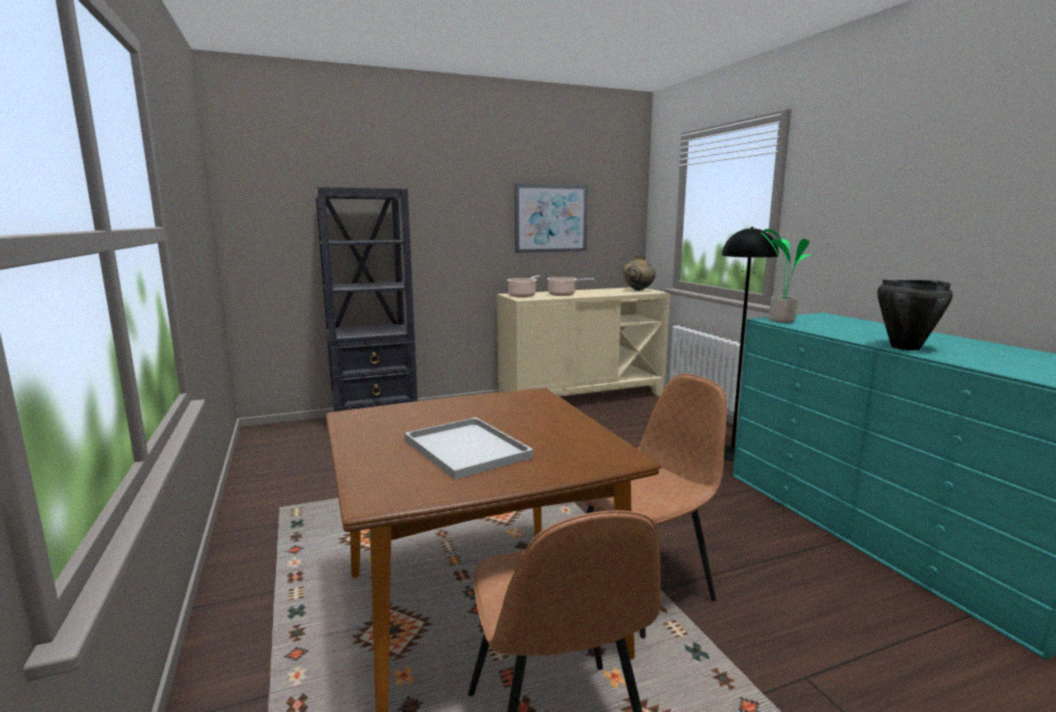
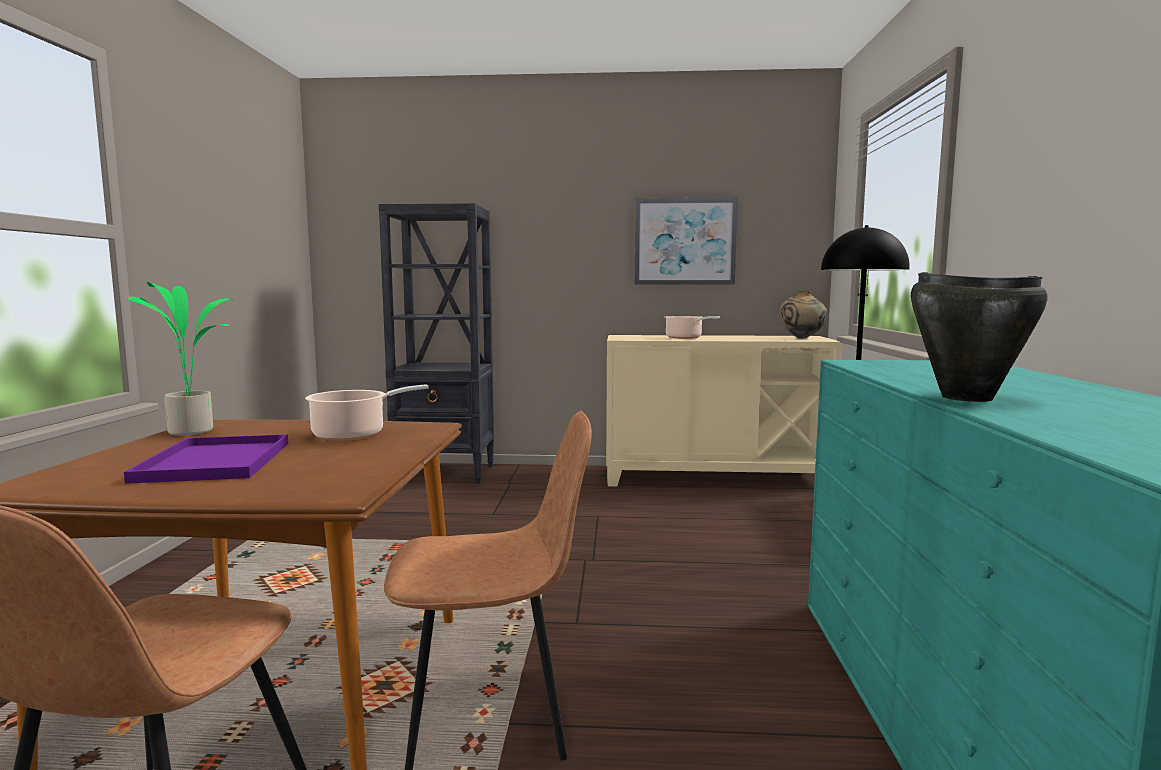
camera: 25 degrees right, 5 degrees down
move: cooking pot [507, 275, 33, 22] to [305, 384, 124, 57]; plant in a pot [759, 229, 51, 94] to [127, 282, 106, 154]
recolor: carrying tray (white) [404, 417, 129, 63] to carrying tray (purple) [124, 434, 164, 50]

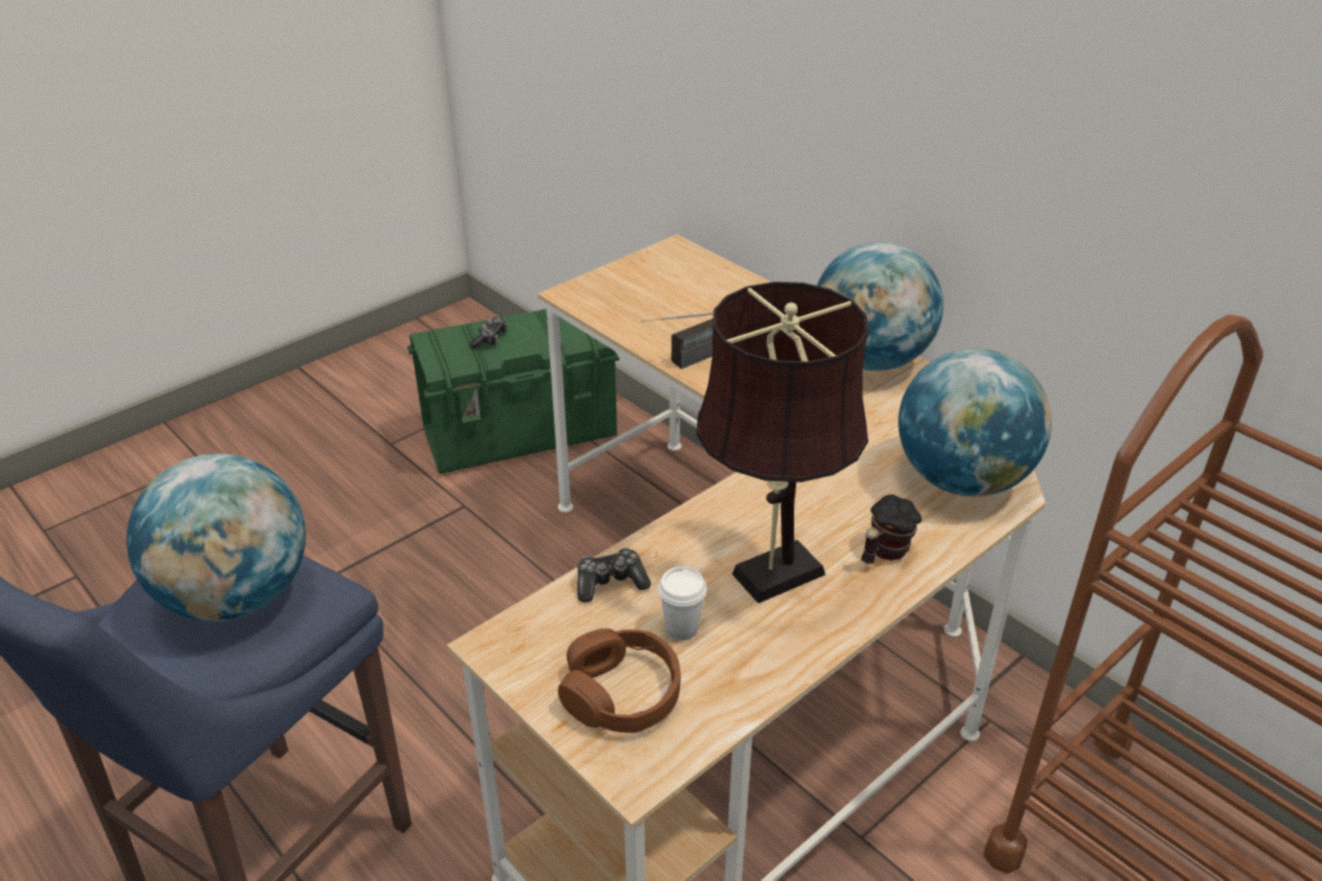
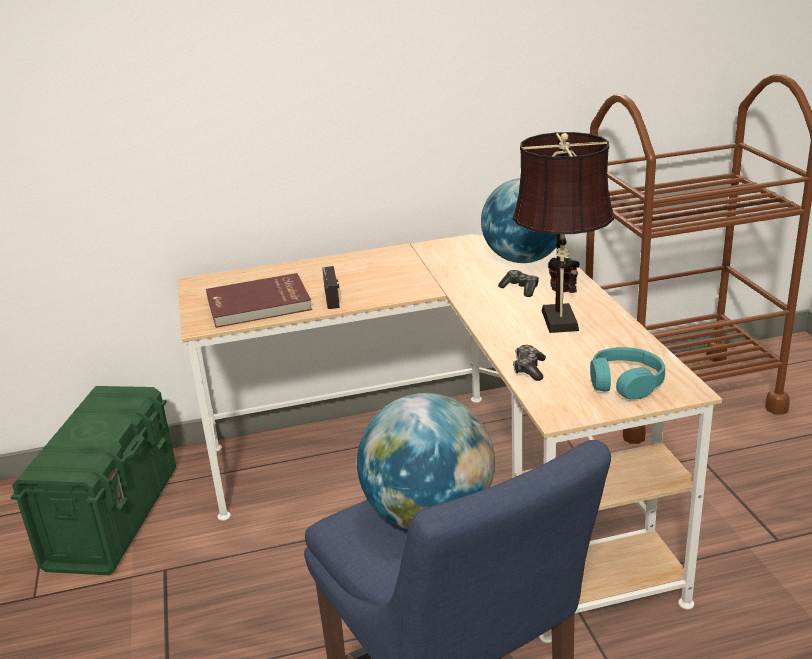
camera: 60 degrees left, 10 degrees down
delete: small cup (white) [658, 566, 49, 74]; globe [817, 241, 127, 130]
insert: book (red) [206, 273, 106, 55]
move: joypad [469, 317, 39, 32] to [498, 270, 41, 27]
recolor: headset (brownish) [558, 628, 123, 105] to headset (blue-green) [590, 347, 75, 53]

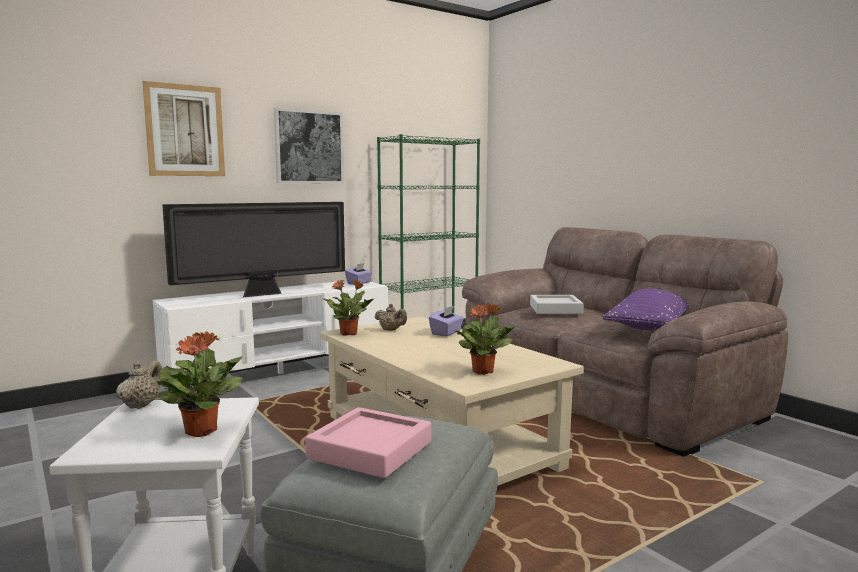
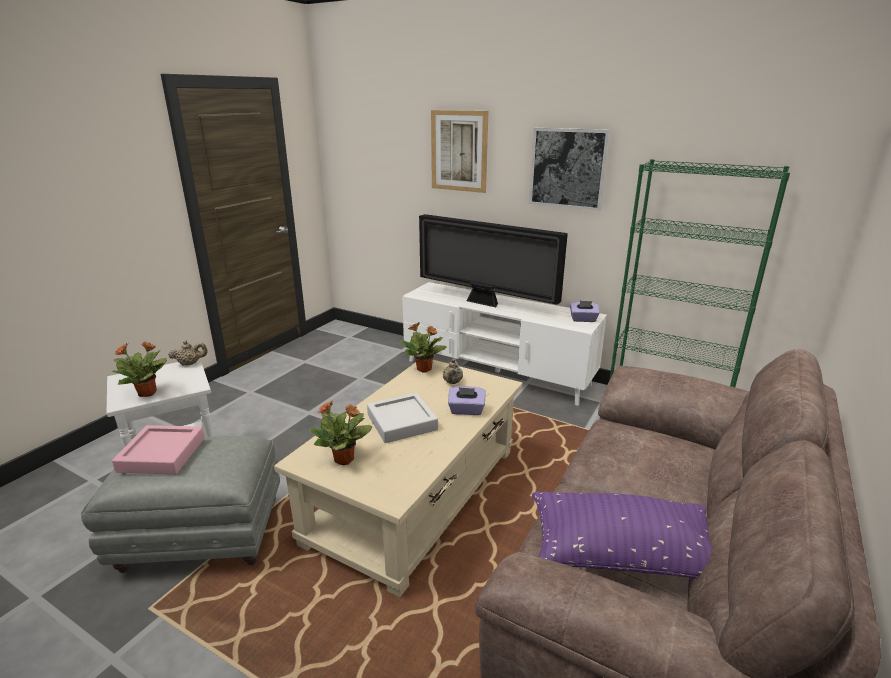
camera: 65 degrees right, 15 degrees up
move: carrying tray (grey) [530, 295, 54, 19] to [367, 393, 71, 50]

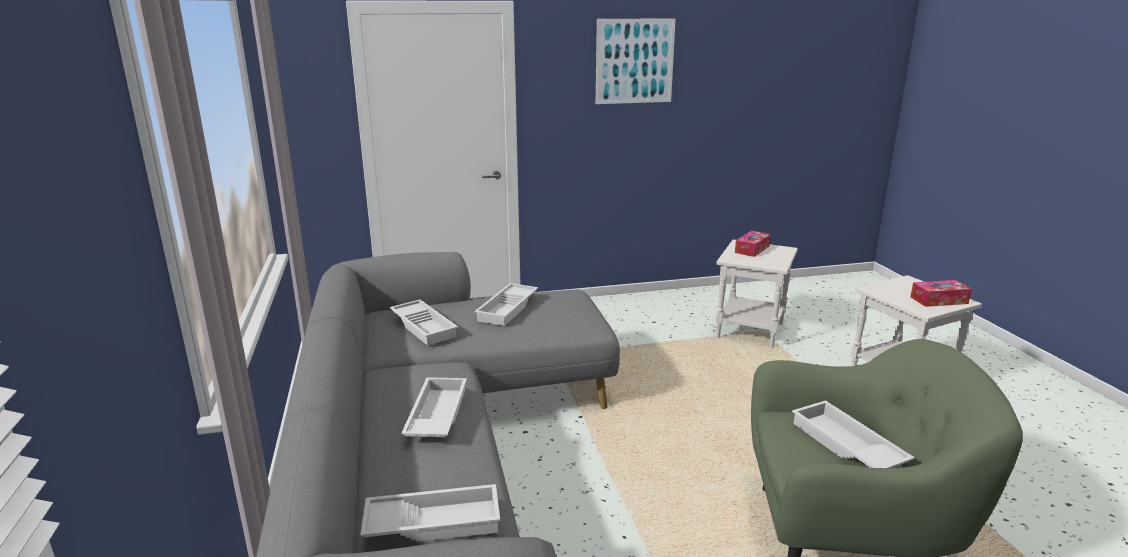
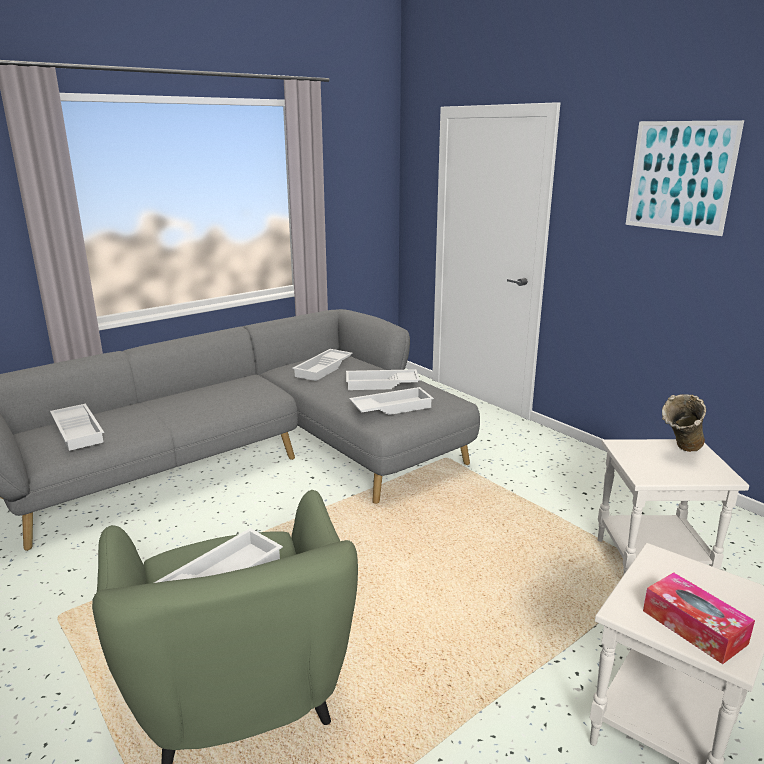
camera: 65 degrees right, 0 degrees up
move: carrying tray (white) [401, 377, 66, 60] to [349, 387, 85, 28]
replace: tissue holder [735, 231, 36, 26] to flower vase (beige-coloured) [662, 394, 44, 58]

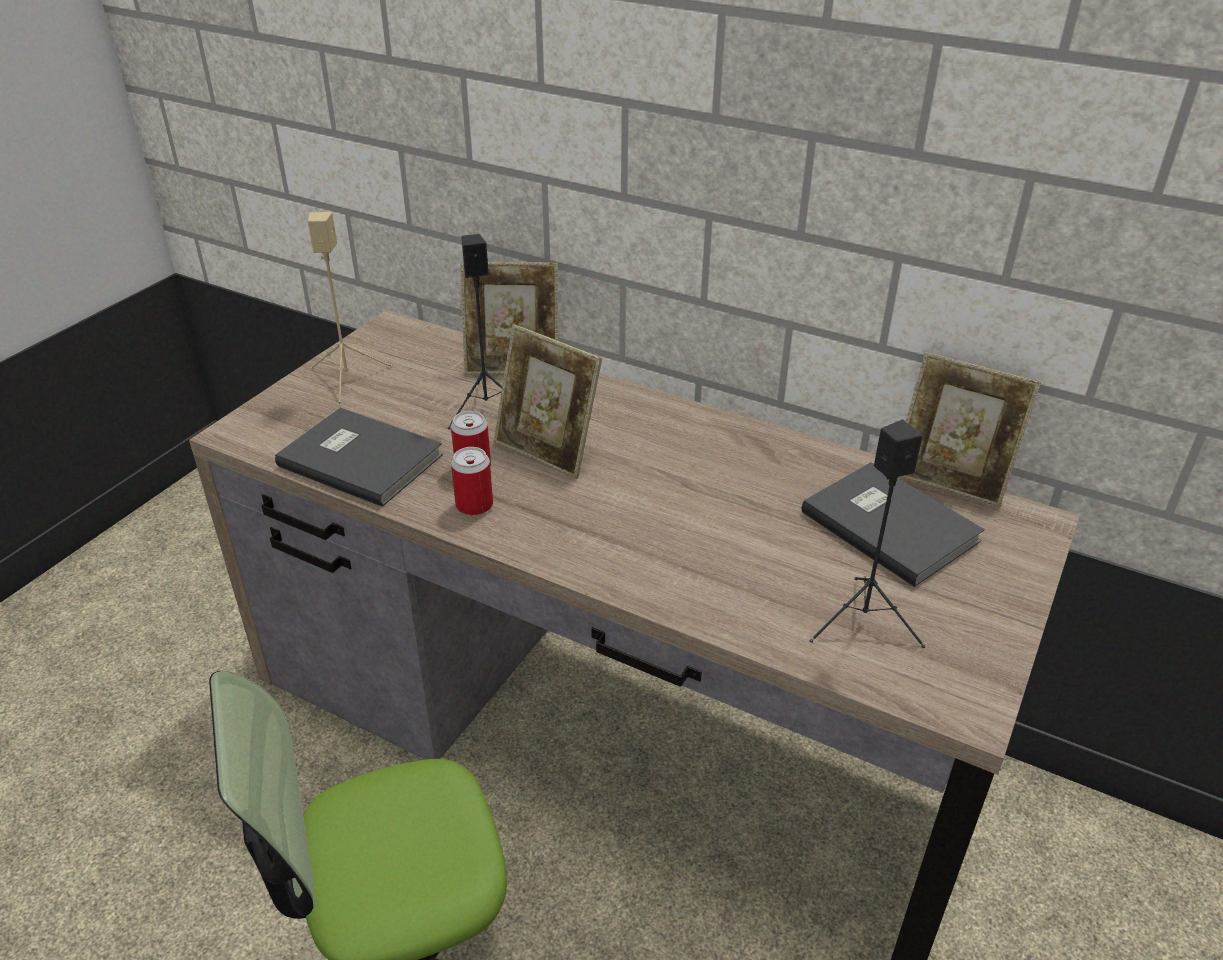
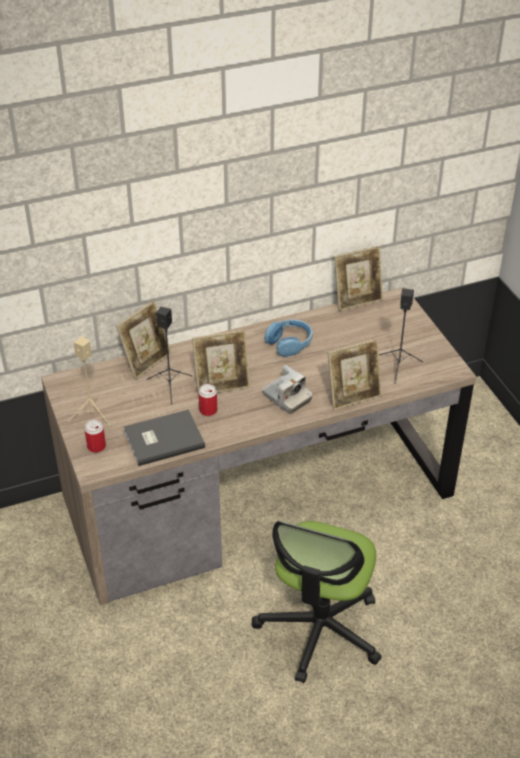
camera: 50 degrees left, 5 degrees up
delete: book (grey) [801, 462, 184, 125]
insert: photo camera [262, 365, 50, 49]; headset (bluish) [264, 319, 49, 38]; picture frame [328, 339, 54, 71]
move: sealed can [451, 447, 42, 68] to [84, 420, 22, 33]

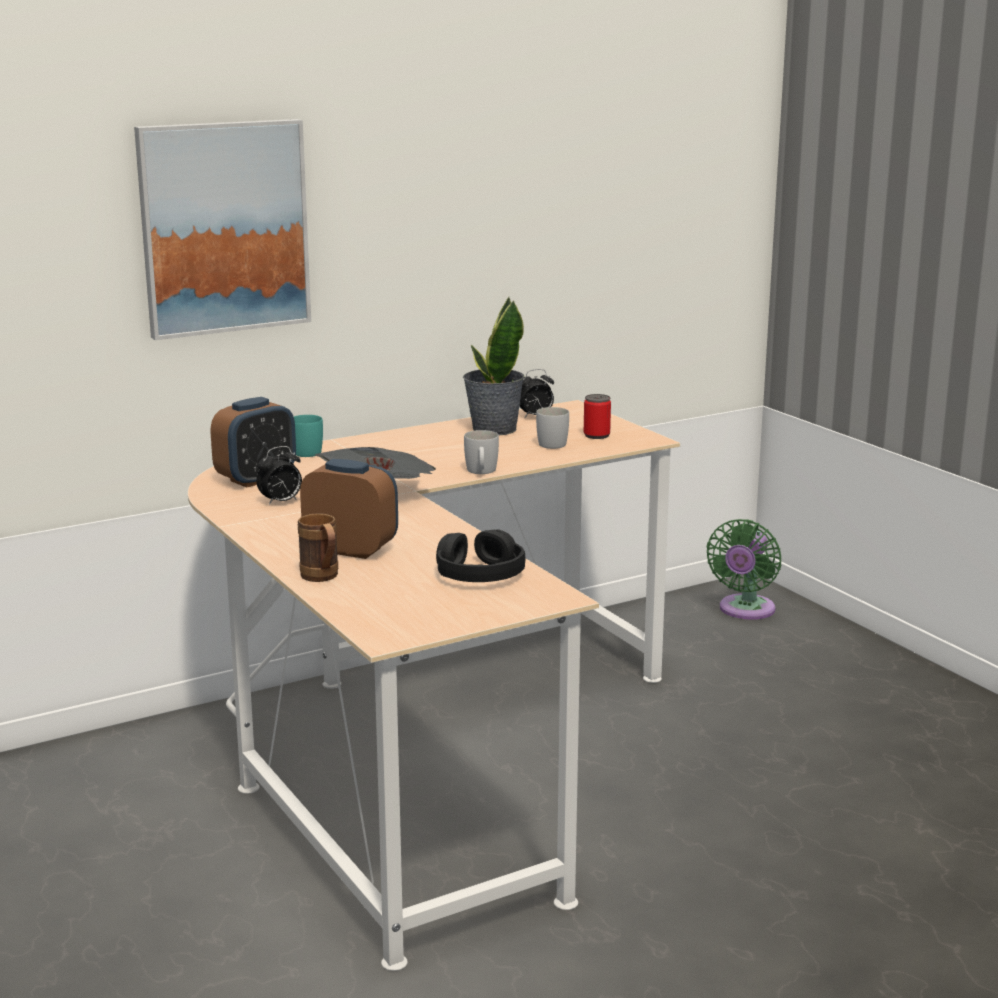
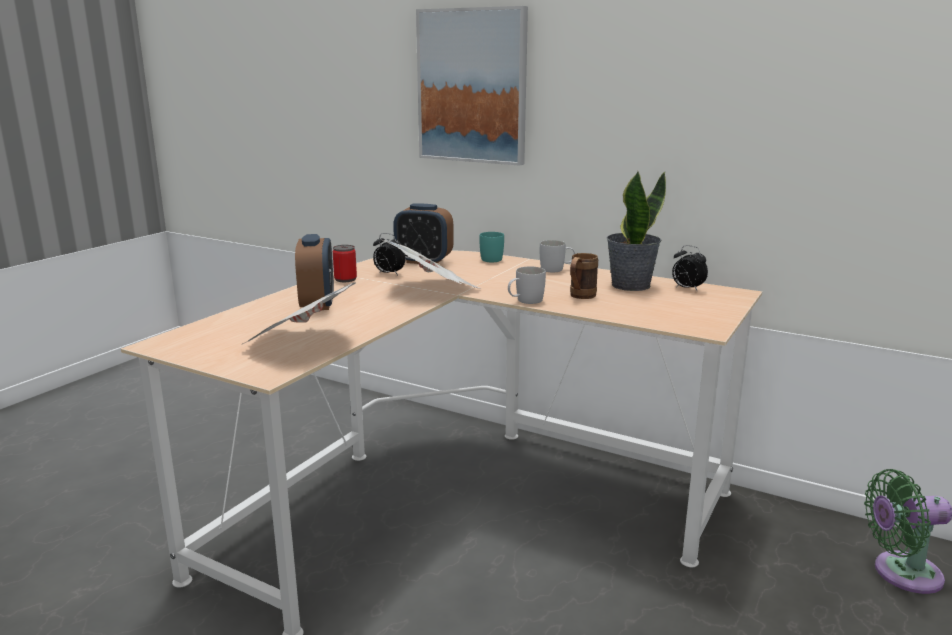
camera: 60 degrees right, 0 degrees up
move: tea mug (brownish) [298, 513, 40, 69] to [570, 253, 28, 46]; tea mug (white) [536, 407, 33, 42] to [540, 240, 35, 32]; sealed can [584, 394, 27, 45] to [333, 245, 24, 37]
replace: headset (black-coloured) [436, 529, 90, 53] to newspaper [243, 282, 113, 62]

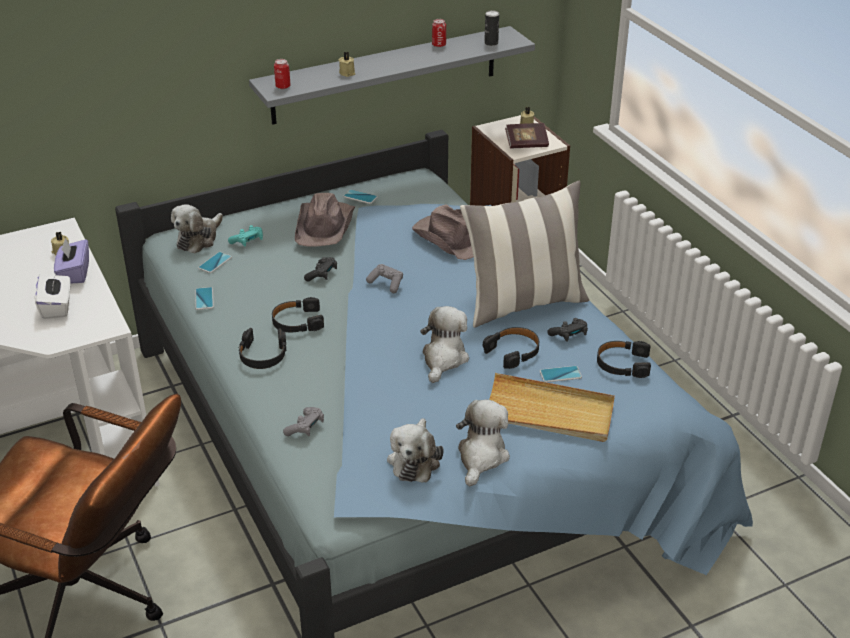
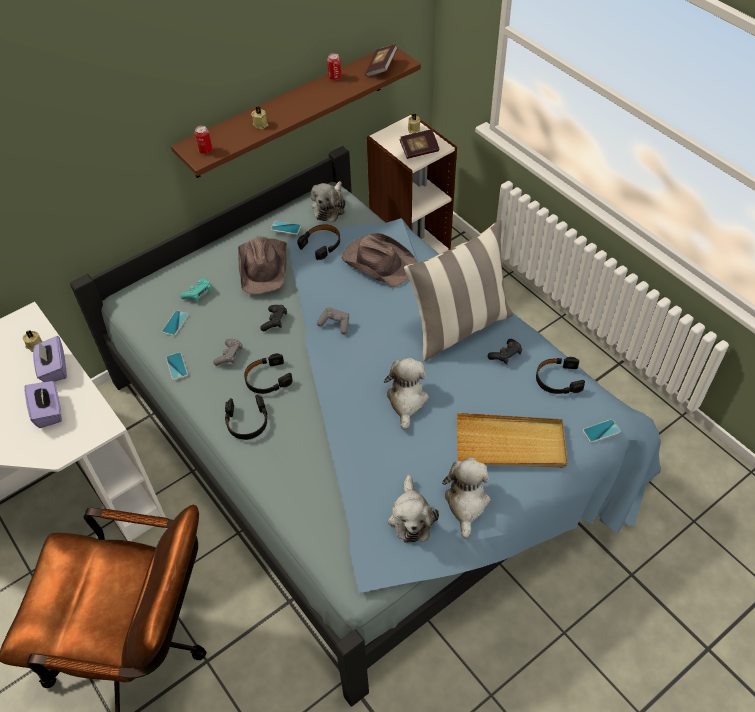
camera: 10 degrees left, 15 degrees up
move: cuddly toy [171, 204, 52, 50] to [311, 181, 35, 41]; joypad (grey) [283, 407, 41, 29] to [213, 339, 30, 27]; headset (black-coloured) [483, 327, 56, 42] to [297, 224, 43, 36]; phone [540, 366, 42, 16] to [583, 419, 38, 24]
replace: sealed can [484, 10, 15, 36] to book [365, 44, 33, 33]
recolor: tissue holder (white) [35, 270, 36, 49] to tissue holder (purple) [24, 381, 38, 47]; wall shelf (grey) [249, 26, 286, 99] to wall shelf (brownish) [171, 44, 250, 134]

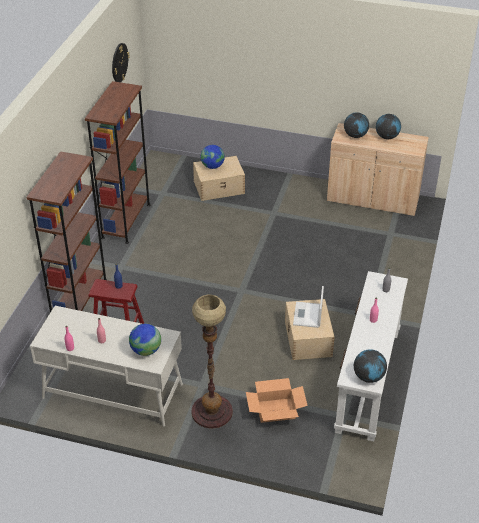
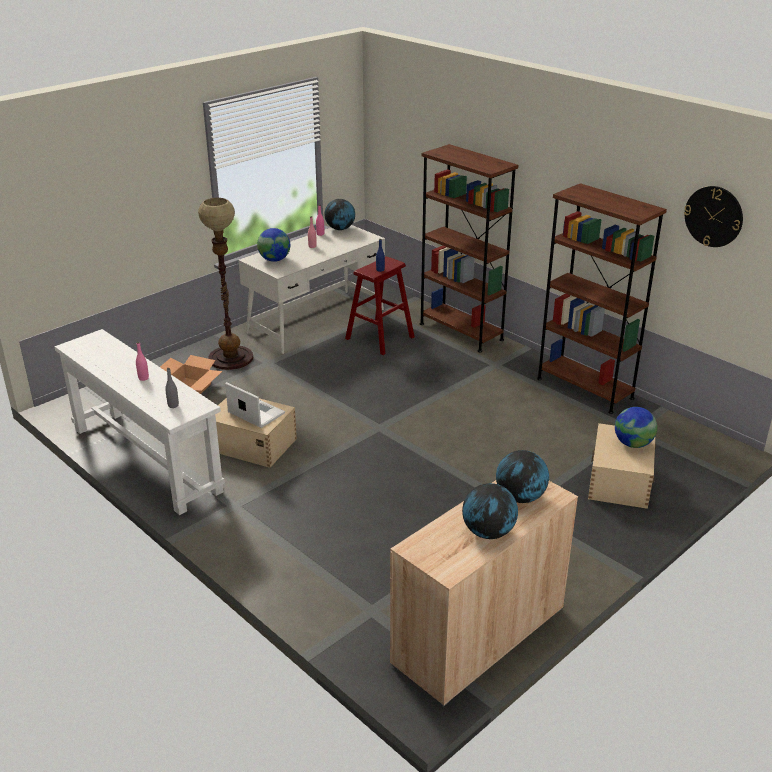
camera: 120 degrees right, 10 degrees down
move: globe [354, 349, 33, 34] to [324, 199, 31, 31]

